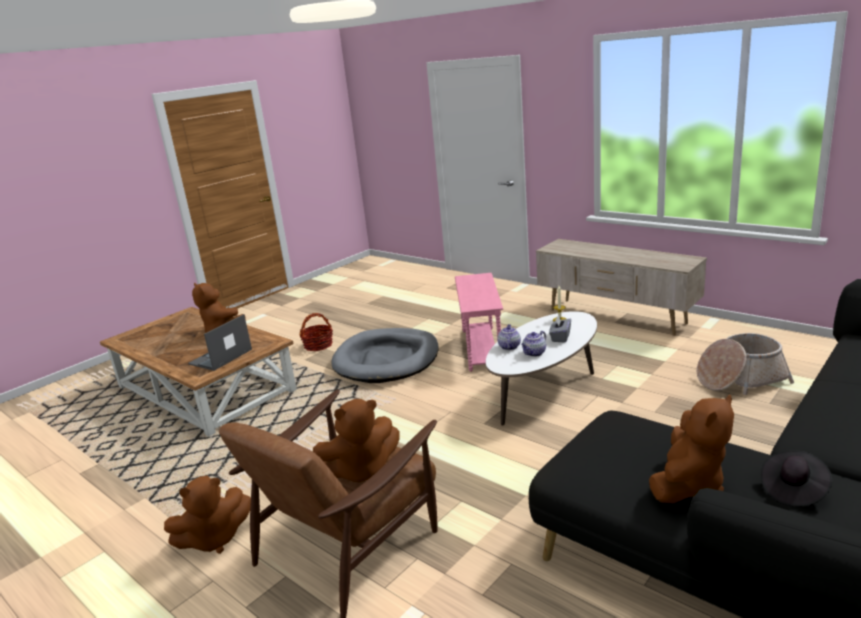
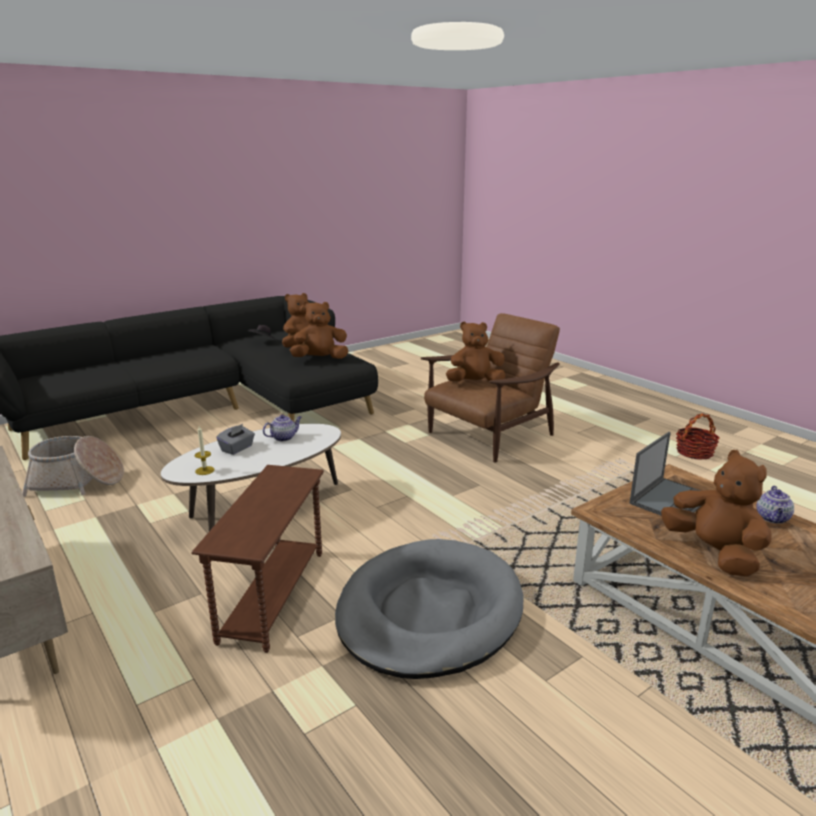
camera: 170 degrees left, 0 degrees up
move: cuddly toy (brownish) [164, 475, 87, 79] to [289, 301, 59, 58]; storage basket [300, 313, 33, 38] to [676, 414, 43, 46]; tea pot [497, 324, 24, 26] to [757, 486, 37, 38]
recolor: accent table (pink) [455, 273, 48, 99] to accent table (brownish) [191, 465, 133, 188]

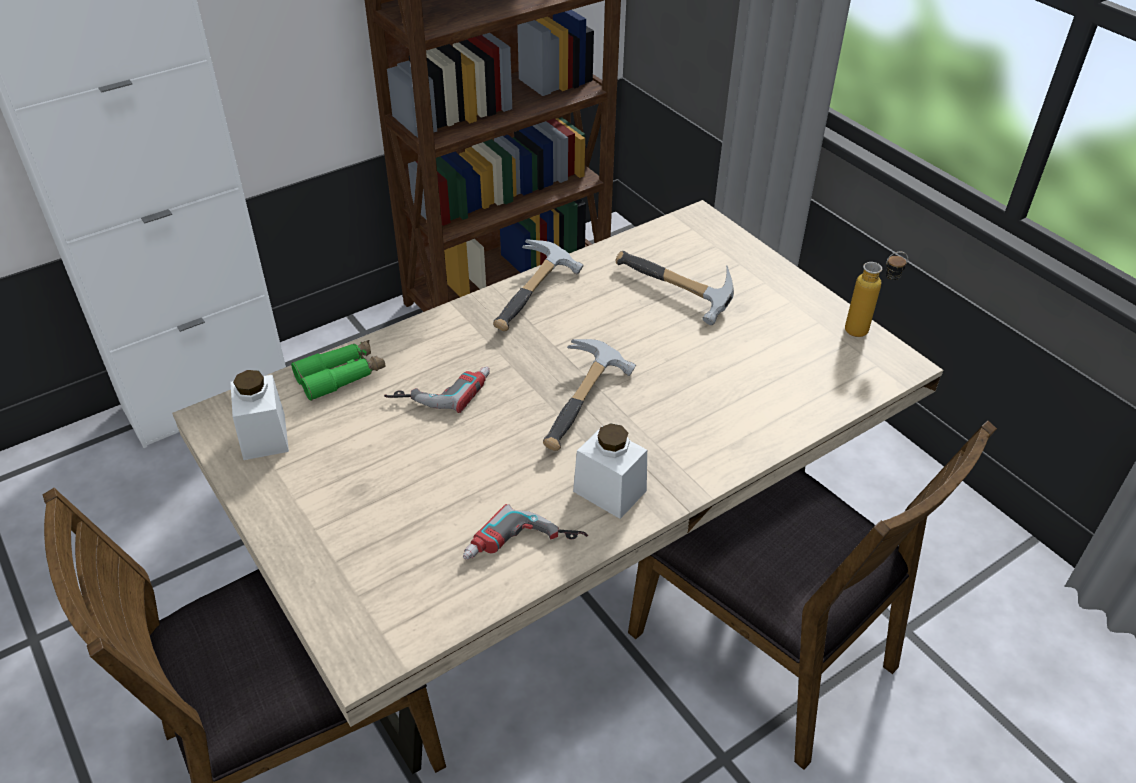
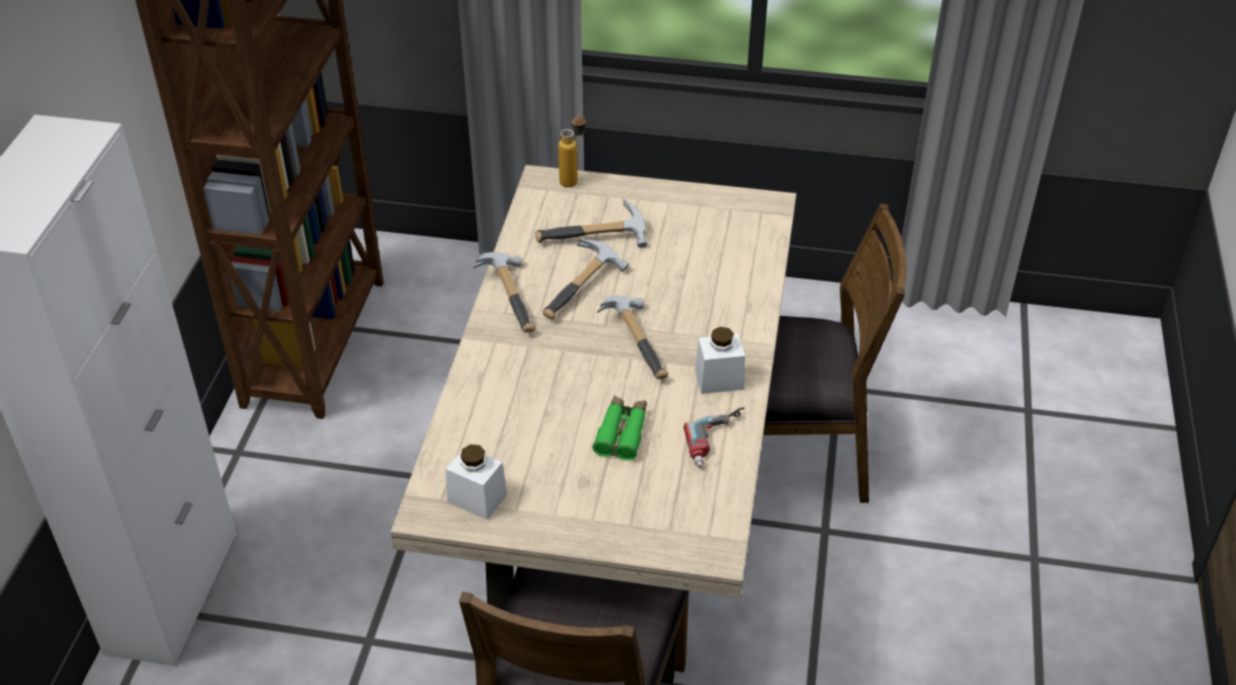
camera: 45 degrees left, 0 degrees up
delete: electric drill [384, 366, 106, 47]
insert: hammer [542, 239, 87, 81]
move: field glasses (green) [291, 340, 95, 61] to [592, 396, 55, 65]; drink bottle [845, 252, 63, 85] to [558, 113, 28, 74]

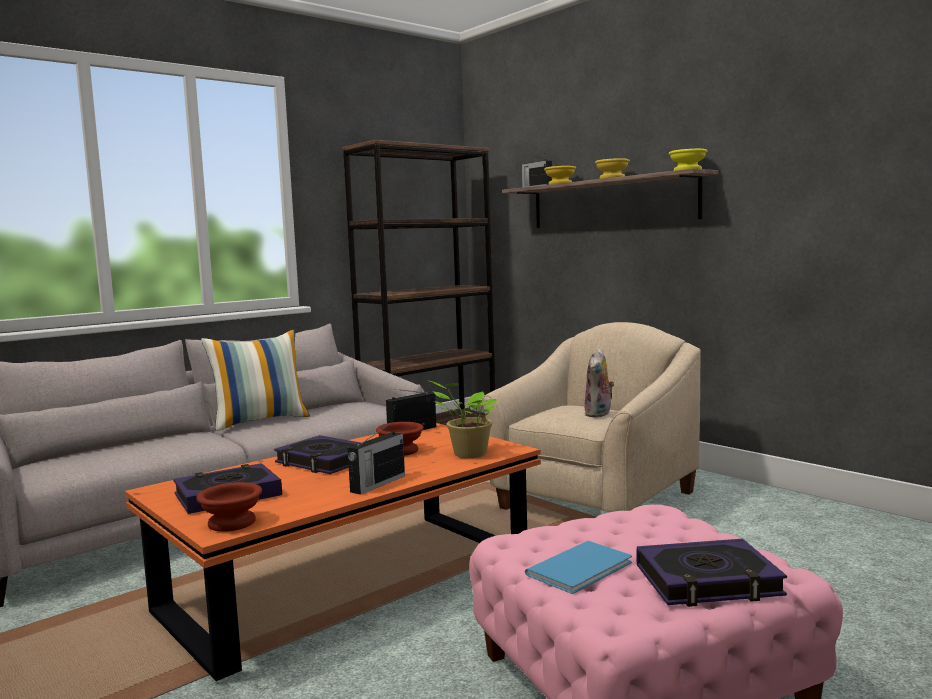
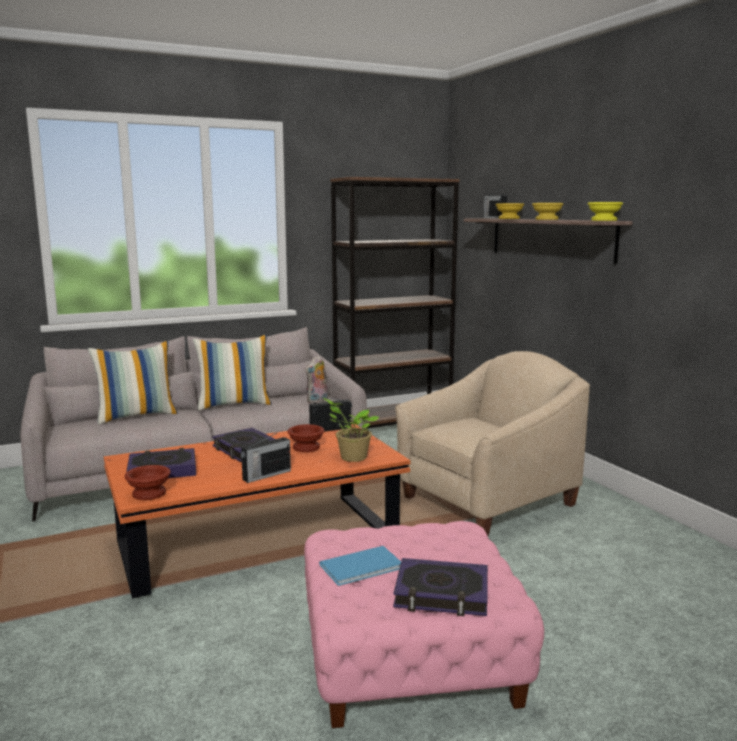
camera: 15 degrees right, 5 degrees up
insert: pillow [88, 341, 90, 84]
move: cuddly toy [584, 348, 30, 70] to [305, 356, 23, 47]

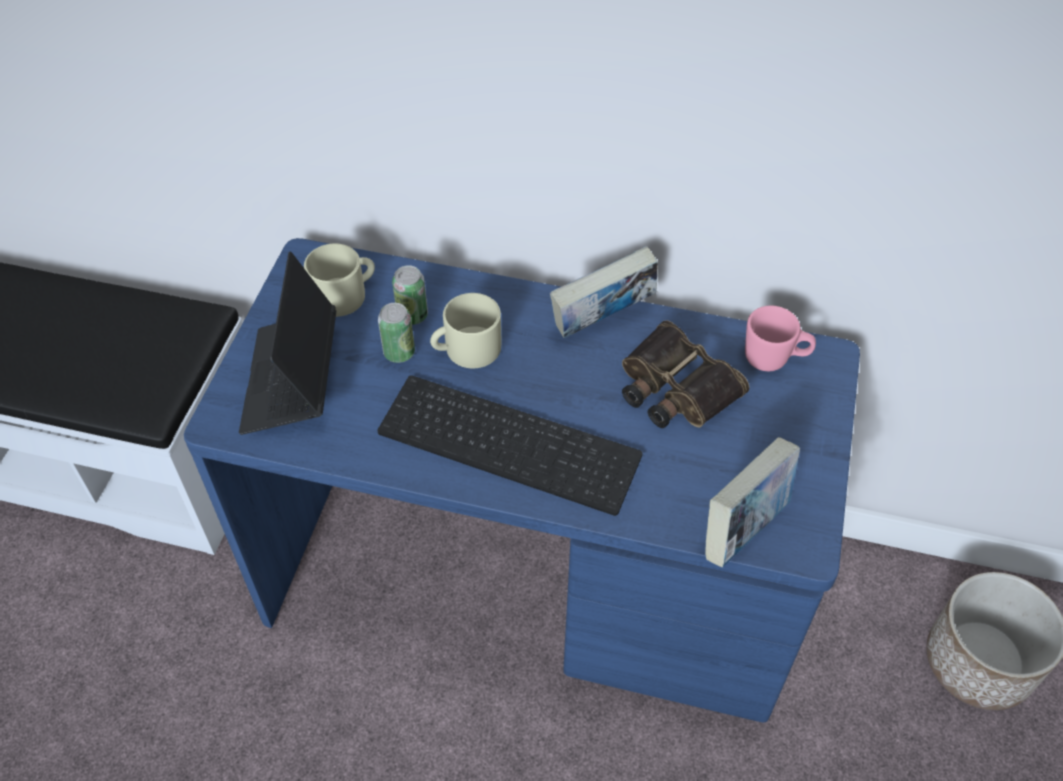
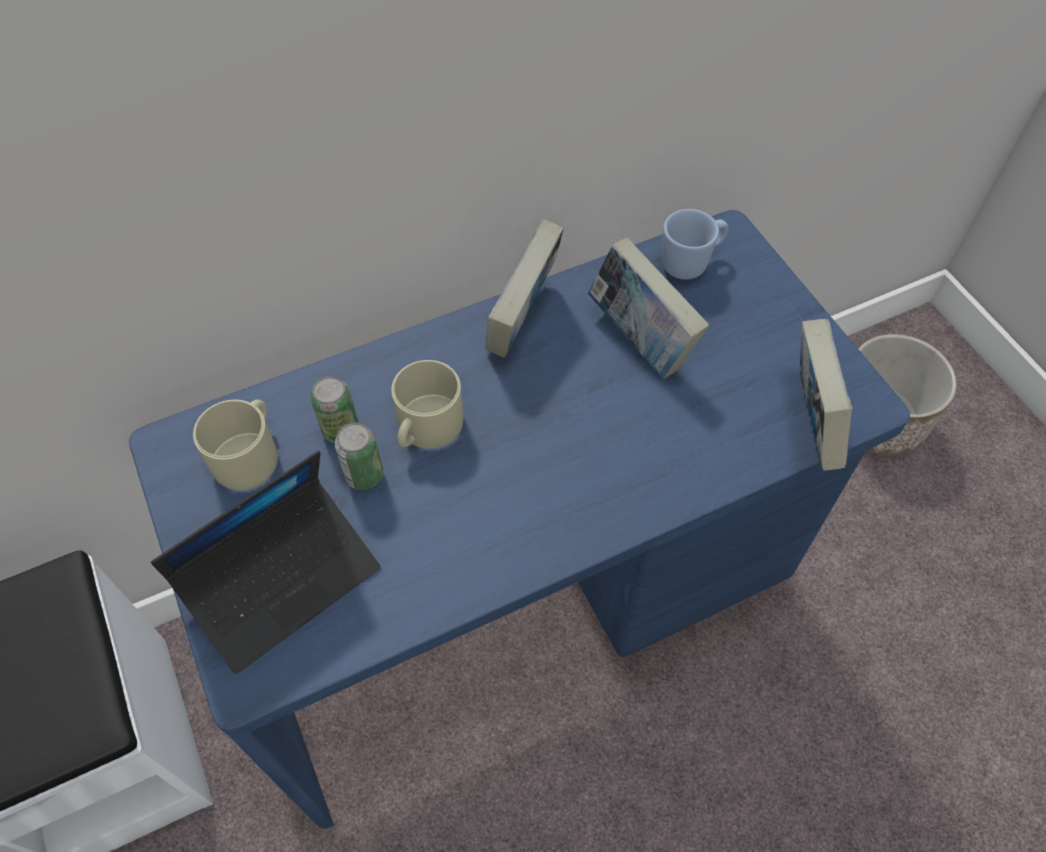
camera: 40 degrees left, 5 degrees up
delete: computer keyboard [377, 375, 266, 141]
replace: field glasses [622, 320, 128, 108] to book [588, 238, 121, 141]
recolor: tea mug (pink) [745, 306, 71, 65] to tea mug (bluish) [662, 209, 66, 71]
rotate: notebook computer [239, 252, 97, 183] = [151, 451, 230, 223] 90 degrees counterclockwise

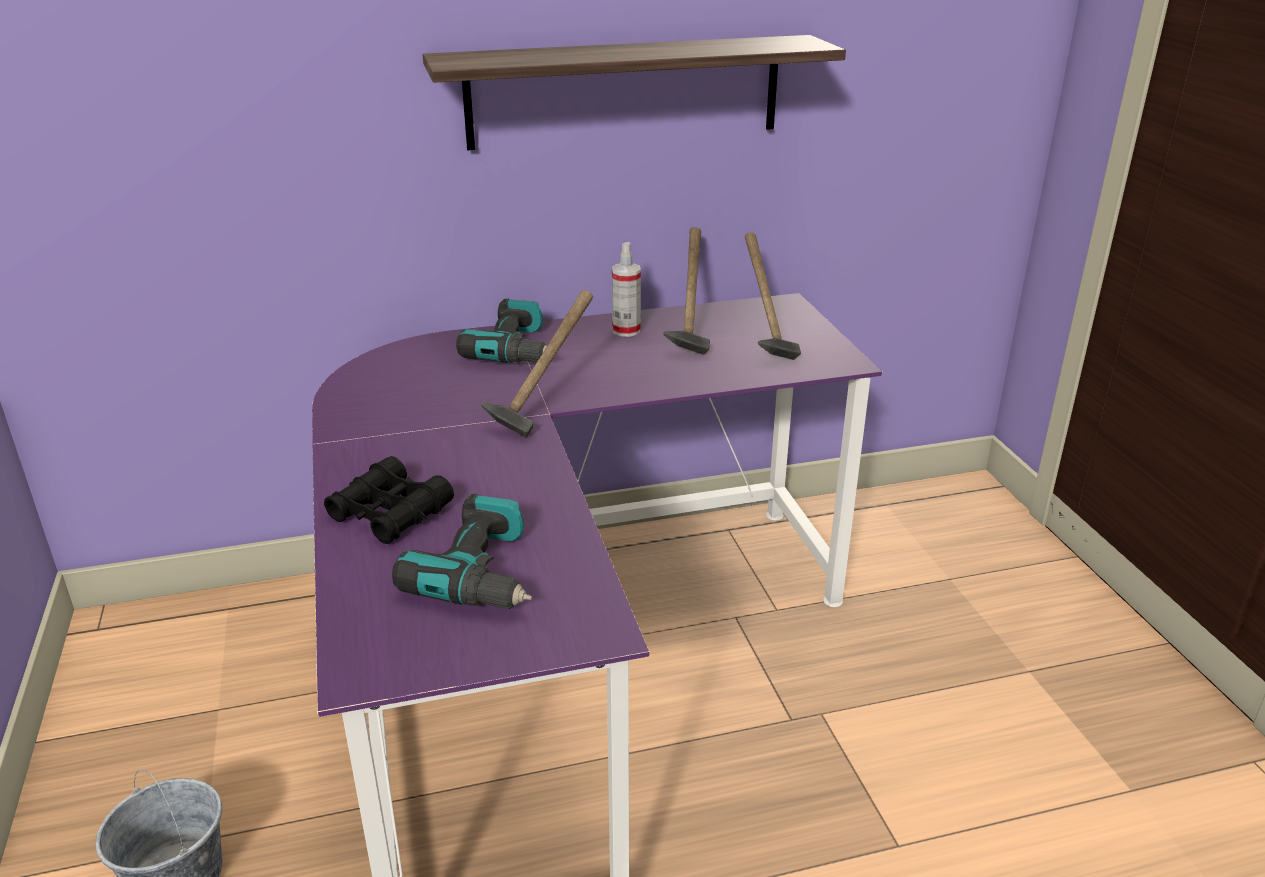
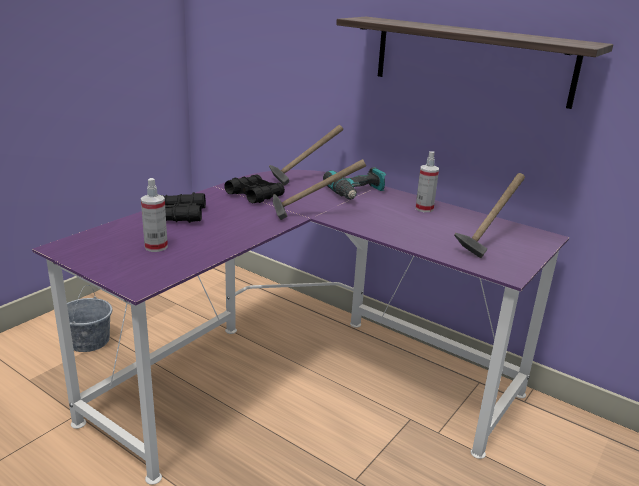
camera: 50 degrees right, 5 degrees down
insert: field glasses (black-coloured) [224, 174, 61, 29]
move: hammer [663, 227, 47, 128] to [269, 125, 74, 61]
replace: electric drill [392, 494, 141, 115] to spray bottle [141, 178, 27, 74]

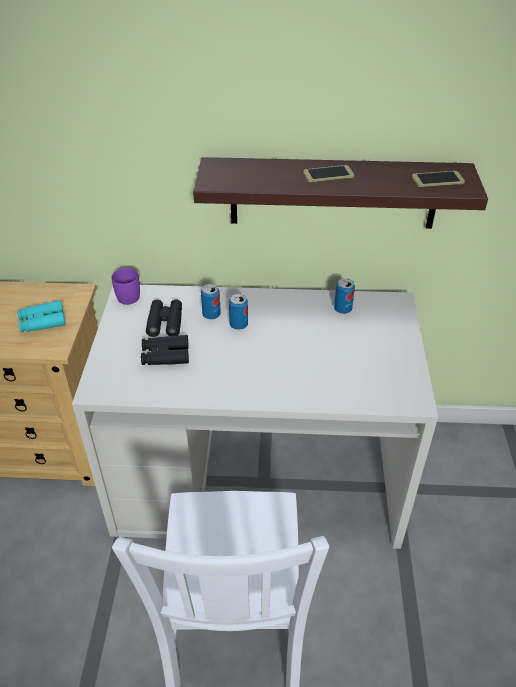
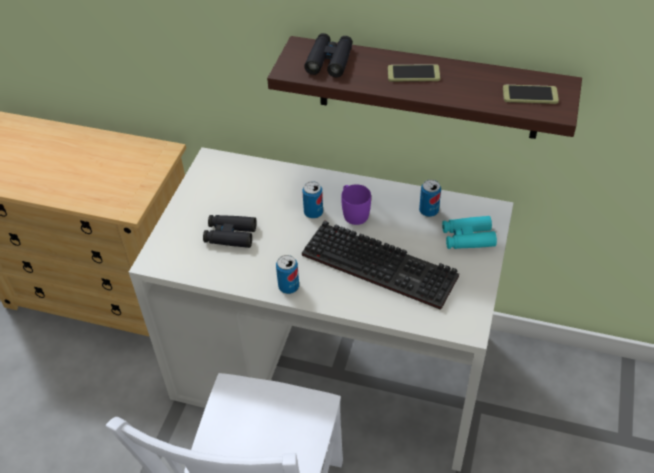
camera: 15 degrees right, 5 degrees up
insert: computer keyboard [302, 220, 157, 90]
move: field glasses (blue-green) [17, 300, 49, 33] to [442, 216, 55, 33]; tea mug (purple) [111, 268, 29, 37] to [341, 184, 30, 41]; field glasses (black-coloured) [146, 300, 36, 37] to [304, 33, 49, 44]; sealed can [201, 284, 20, 36] to [276, 255, 23, 39]

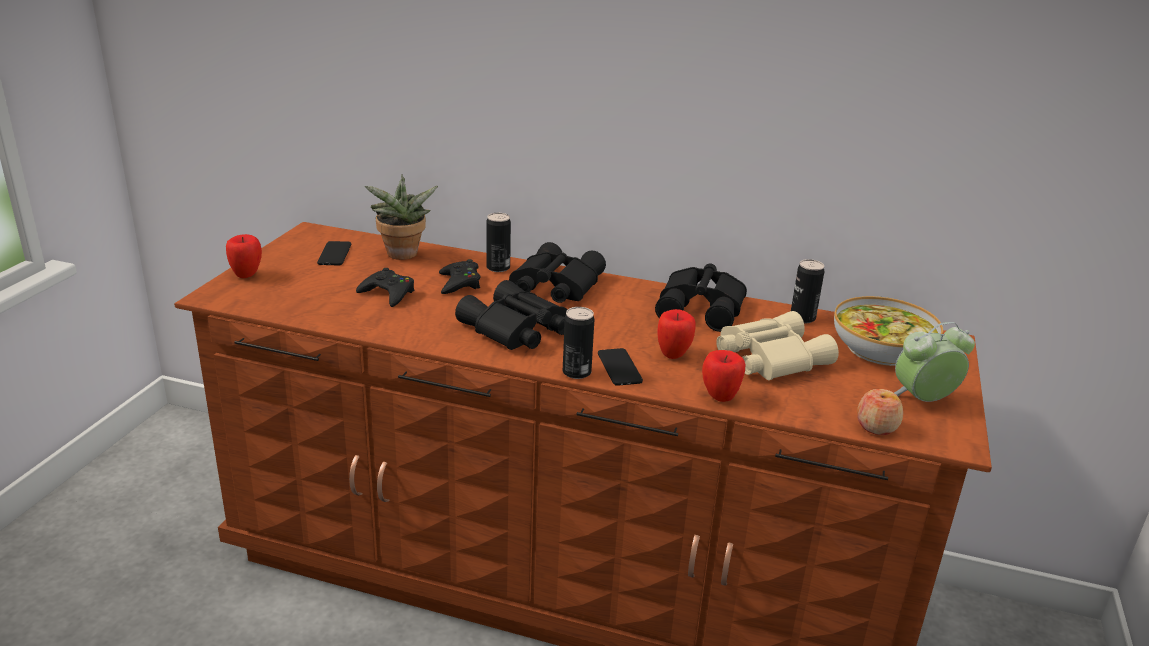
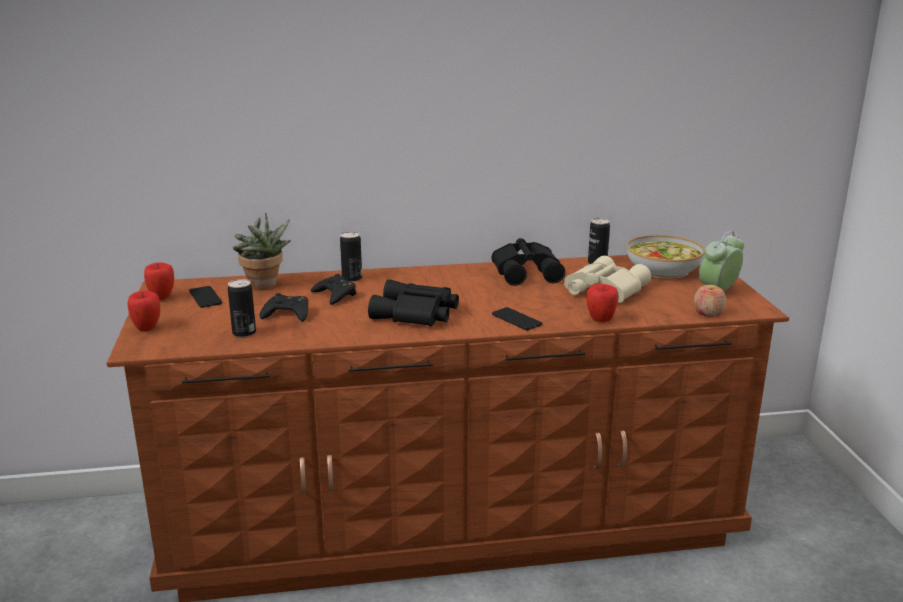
camera: 25 degrees left, 5 degrees down
delete: field glasses (black-coloured) [509, 242, 97, 61]
move: sealed can [563, 307, 31, 72] to [228, 279, 28, 58]; apple fruit [658, 309, 38, 50] to [144, 262, 30, 38]

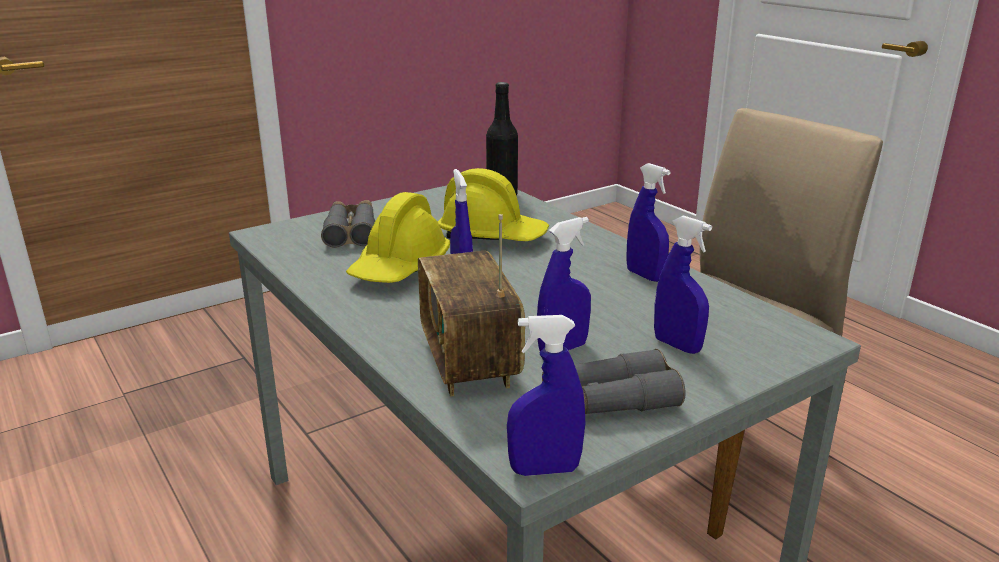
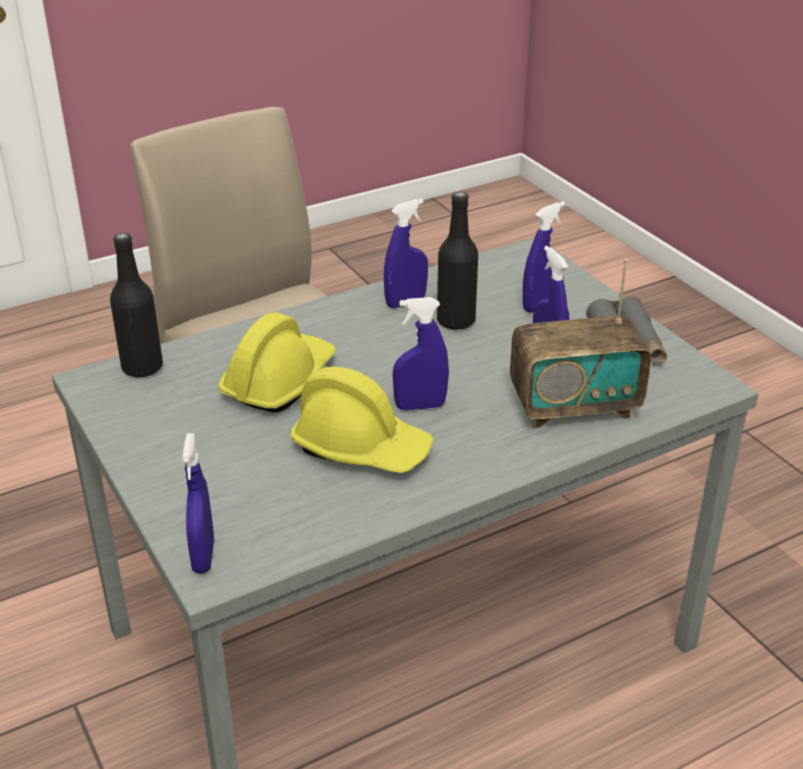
camera: 85 degrees left, 10 degrees up
delete: field glasses (grey) [321, 200, 54, 48]
insert: drink bottle (black-coloured) [437, 191, 41, 139]
move: spray bottle (bluish) [507, 315, 78, 161] to [182, 433, 32, 141]

